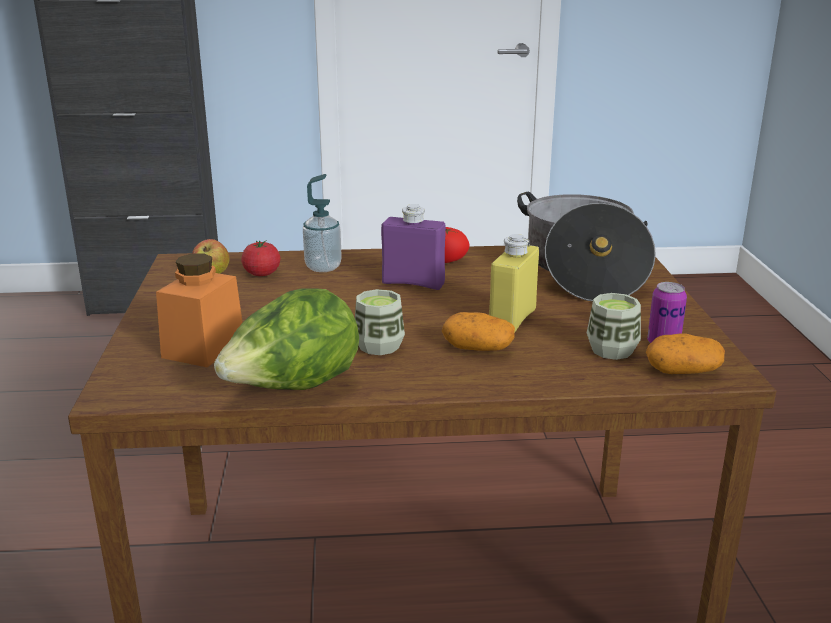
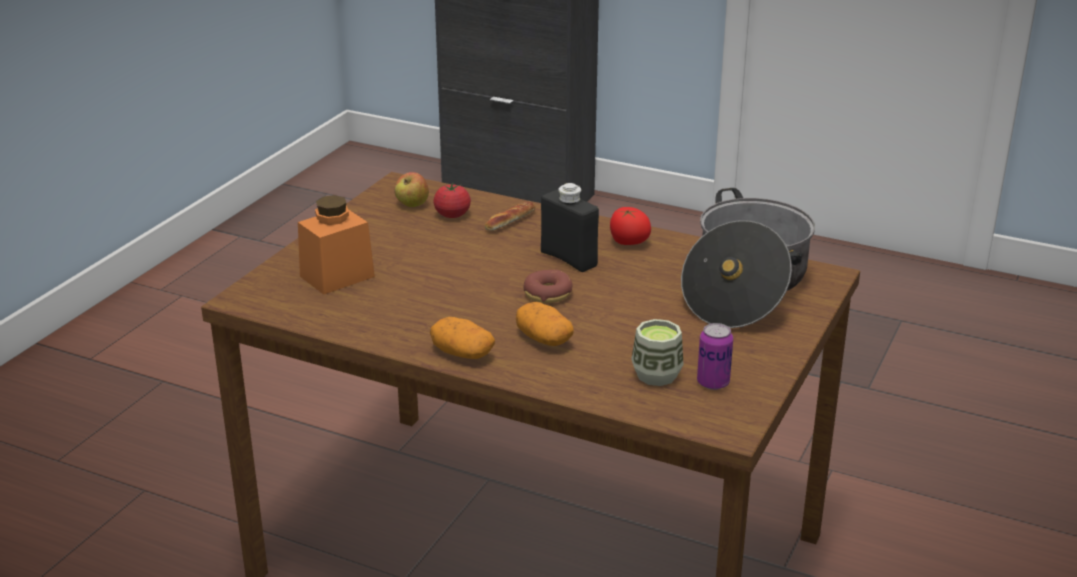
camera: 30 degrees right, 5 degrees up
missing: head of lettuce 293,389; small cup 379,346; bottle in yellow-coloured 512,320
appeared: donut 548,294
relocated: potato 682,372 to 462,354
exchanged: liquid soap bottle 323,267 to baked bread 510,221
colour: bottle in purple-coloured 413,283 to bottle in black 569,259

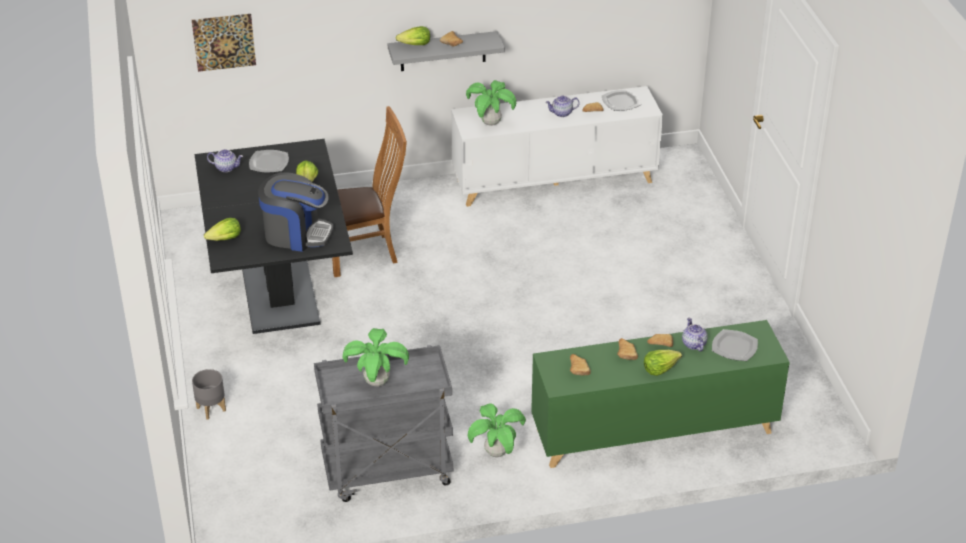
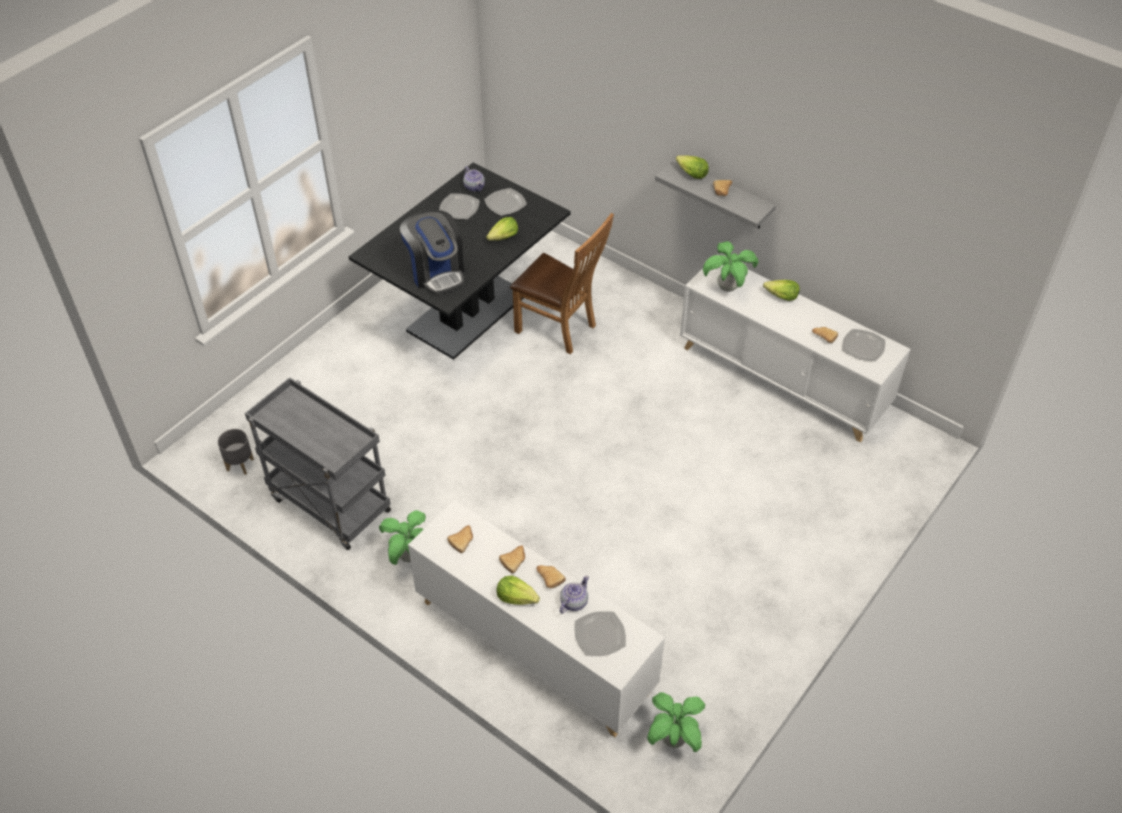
camera: 50 degrees right, 10 degrees up
missing: picture 224,42; tea pot 562,113
appeared: flat dish 459,208
relocated: flower pot in grey 211,409 to 240,464; plant in a pot 376,382 to 673,739; head of lettuce 225,239 to 781,297
colour: cabinet in green-coloured 653,431 to cabinet in white-coloured 533,646

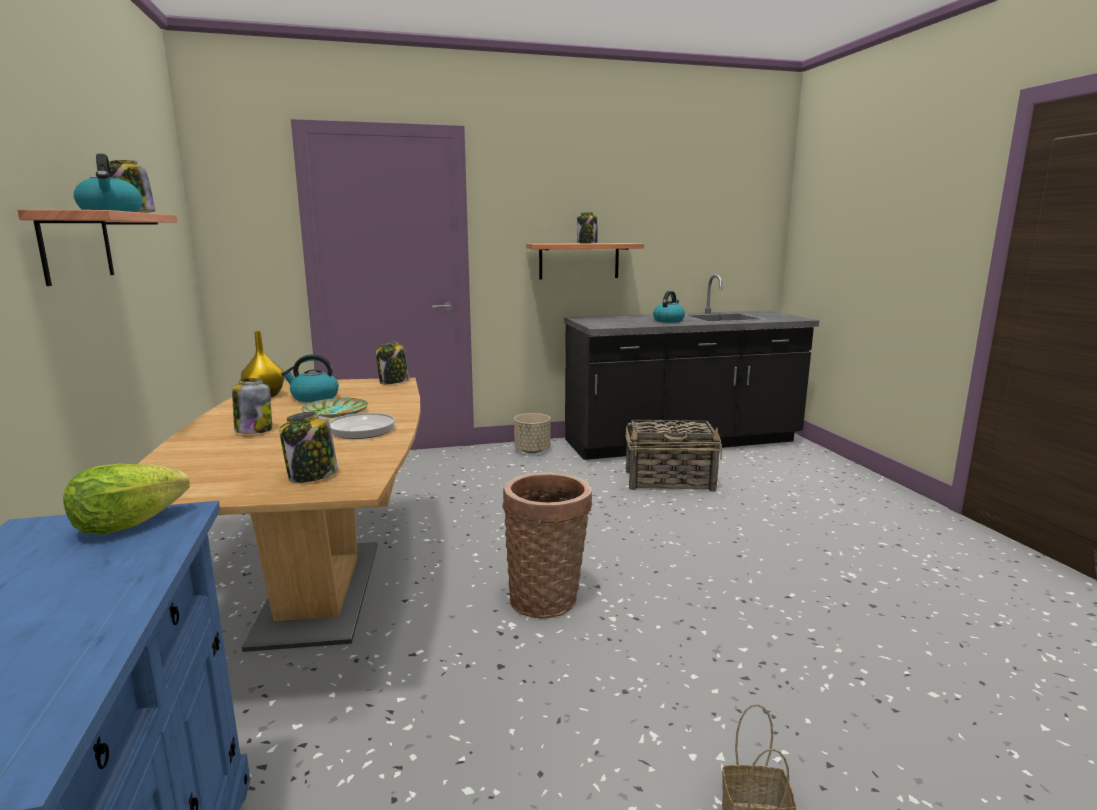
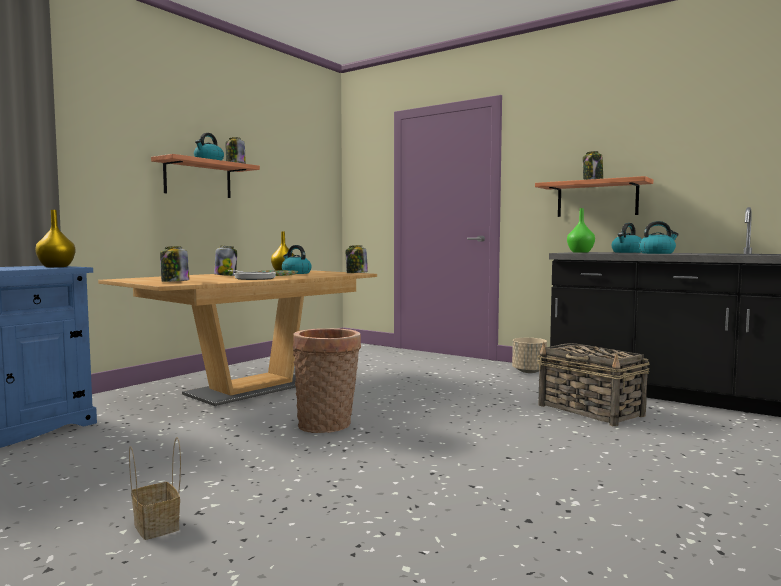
camera: 50 degrees right, 10 degrees down
appeared: flower vase in green-coloured 580,252; water kettle 627,252
exchanged: head of lettuce 127,525 to flower vase in yellow-coloured 56,266

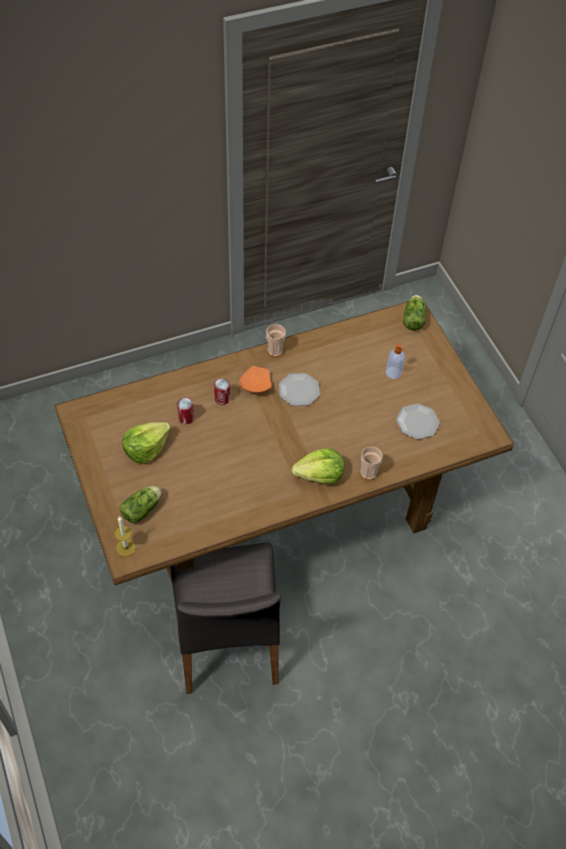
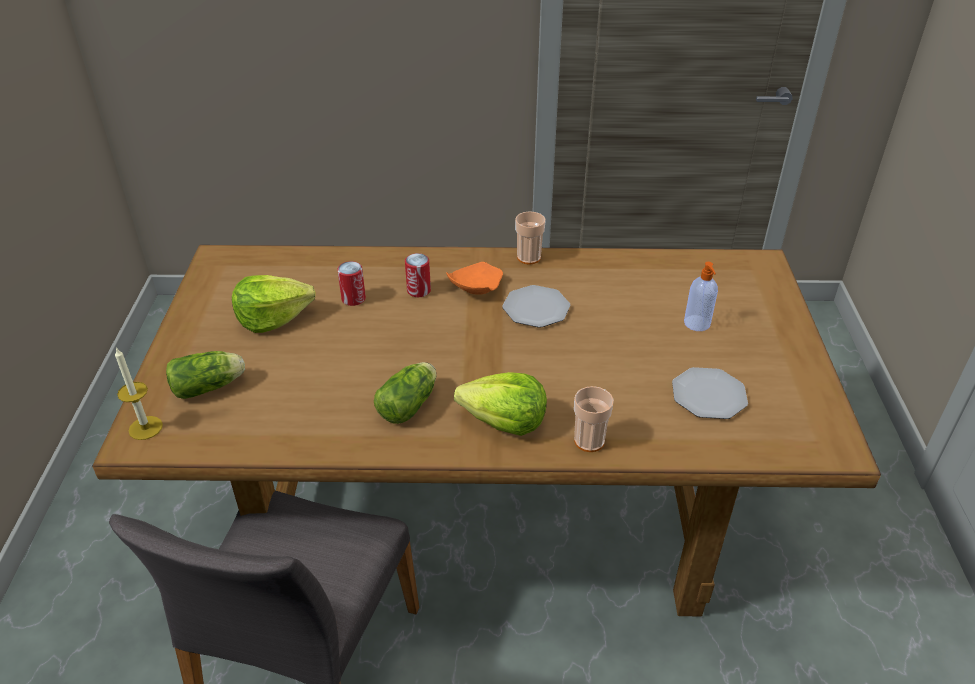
camera: 25 degrees right, 15 degrees down
relocated: head of lettuce 413,318 to 410,404

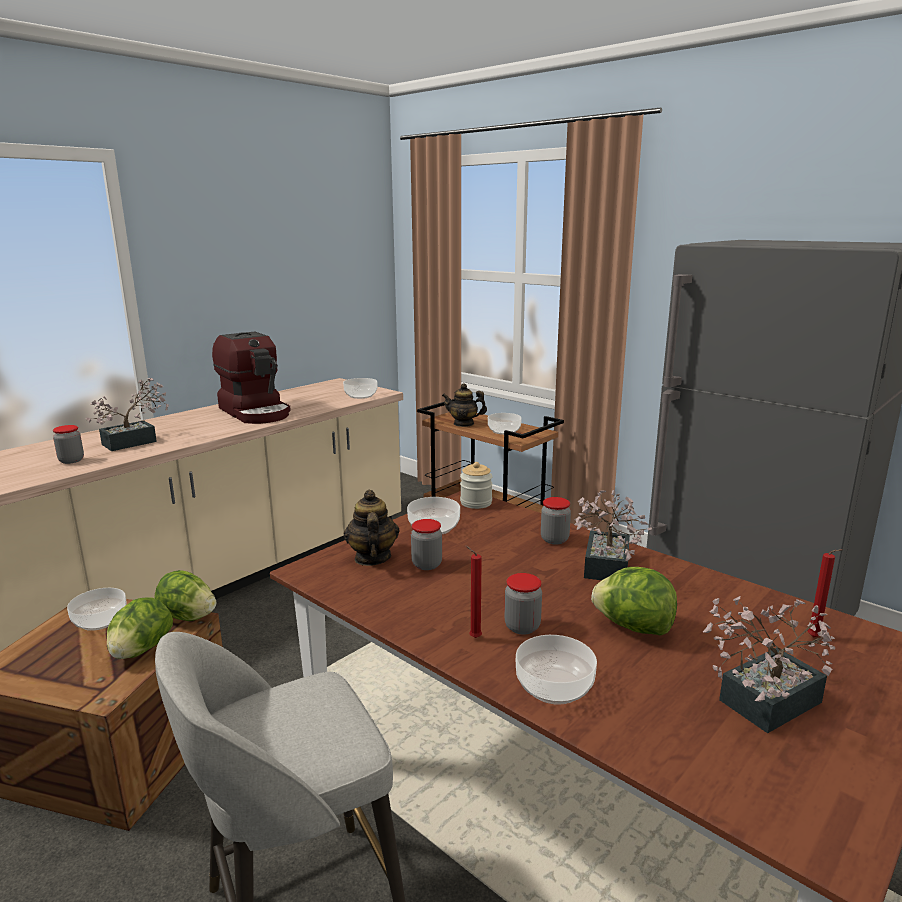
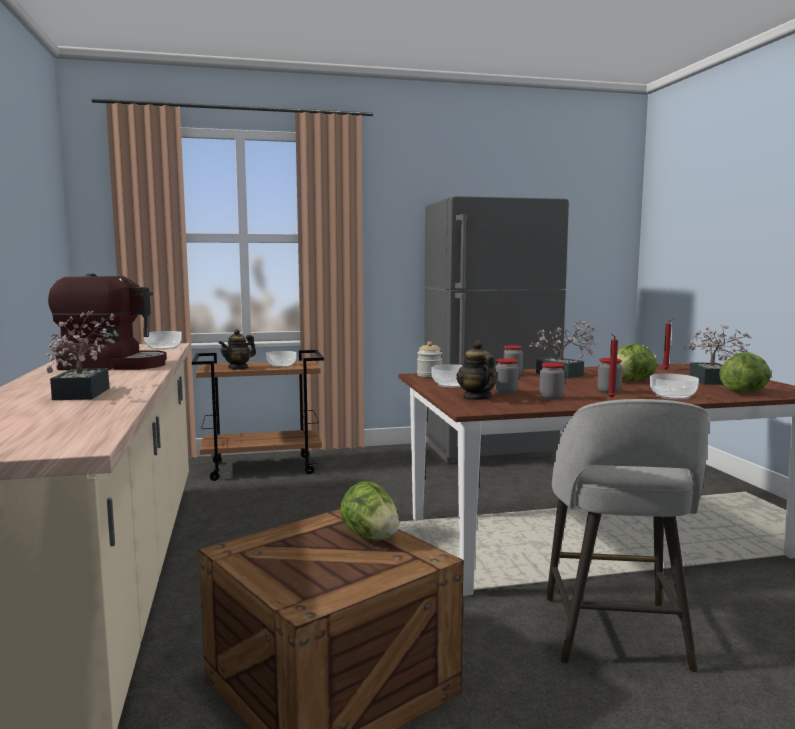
camera: 55 degrees left, 10 degrees down
missing: serving bowl 100,620
relocated: jar 71,460 to 551,398; head of lettuce 188,617 to 744,393
spun: tea pot 372,558 = 476,398 45 degrees clockwise

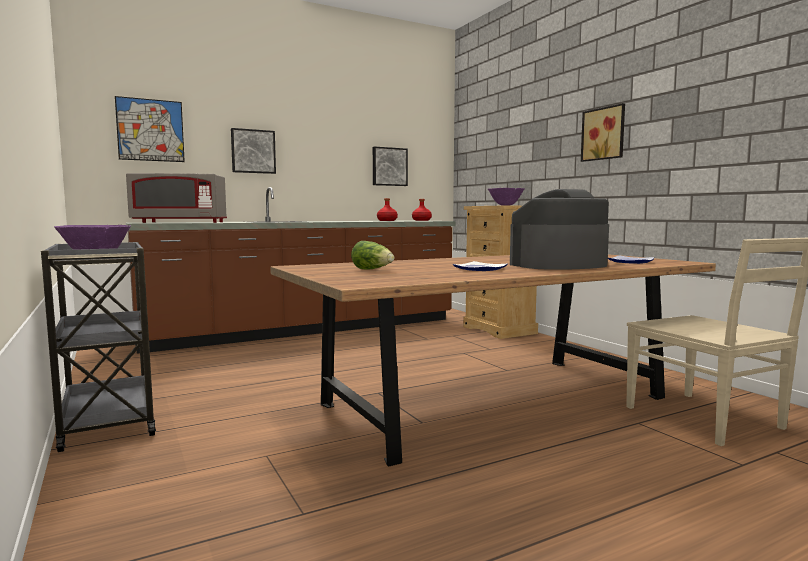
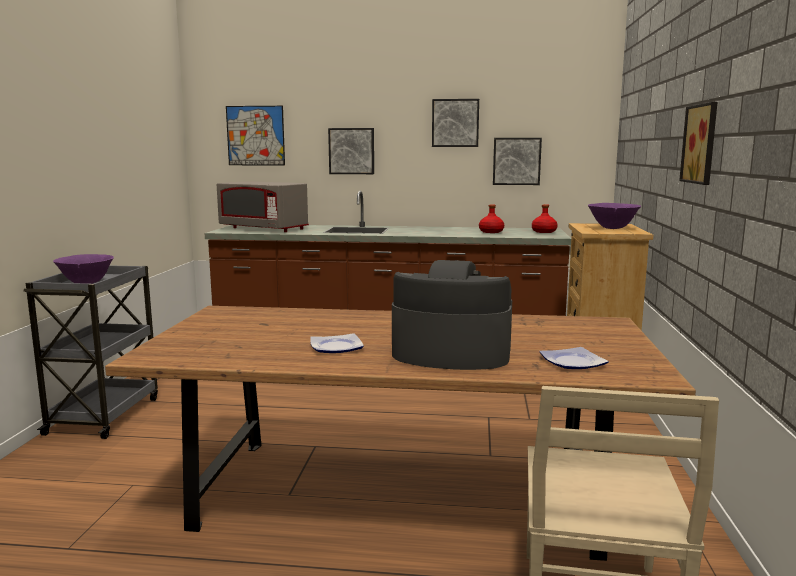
camera: 35 degrees right, 5 degrees up
missing: head of lettuce 373,270
appeared: picture 455,123

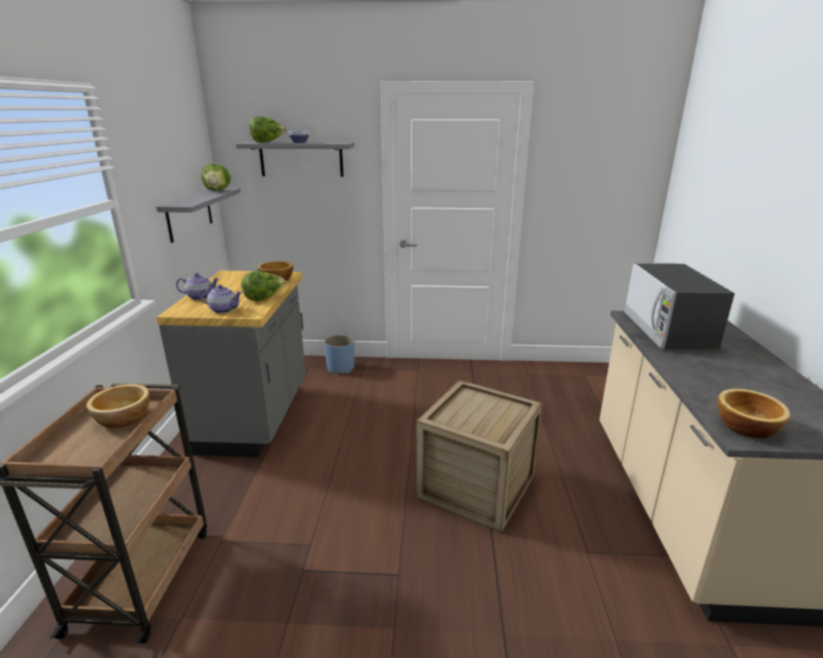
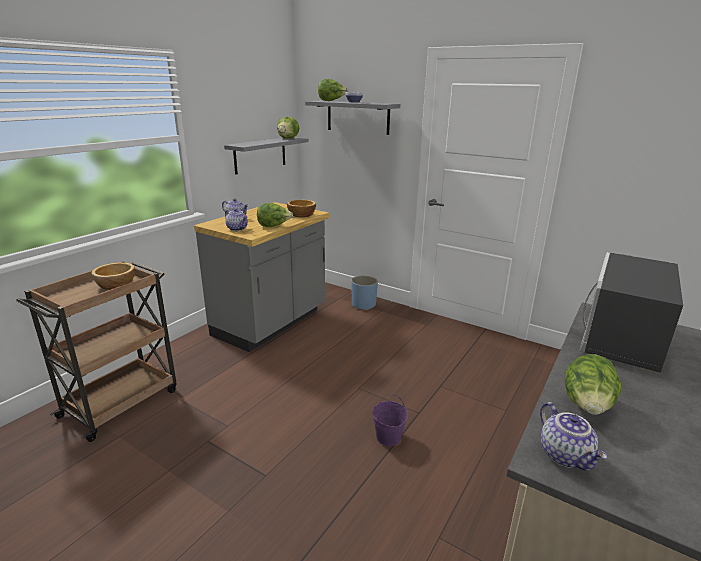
camera: 30 degrees right, 0 degrees up
appeared: head of lettuce 587,406
exchanged: shipping crate 476,486 to water bucket in purple-coloured 388,437; serving bowl 745,426 to tea pot 566,455

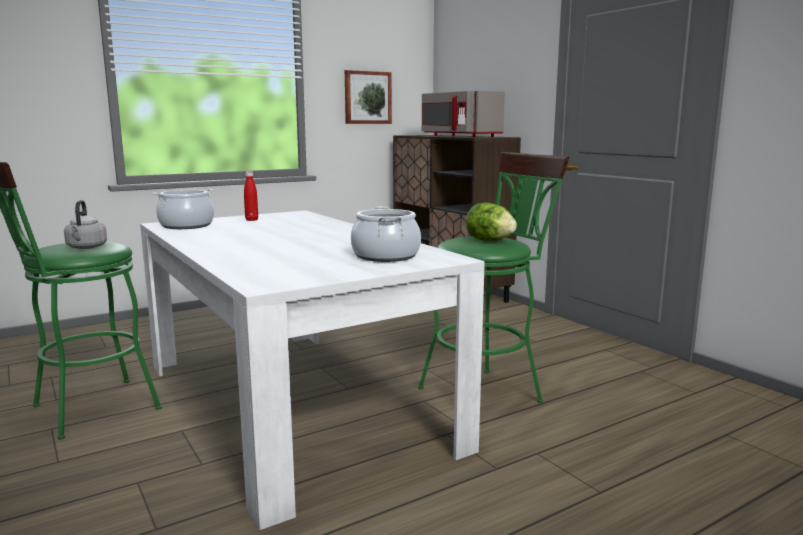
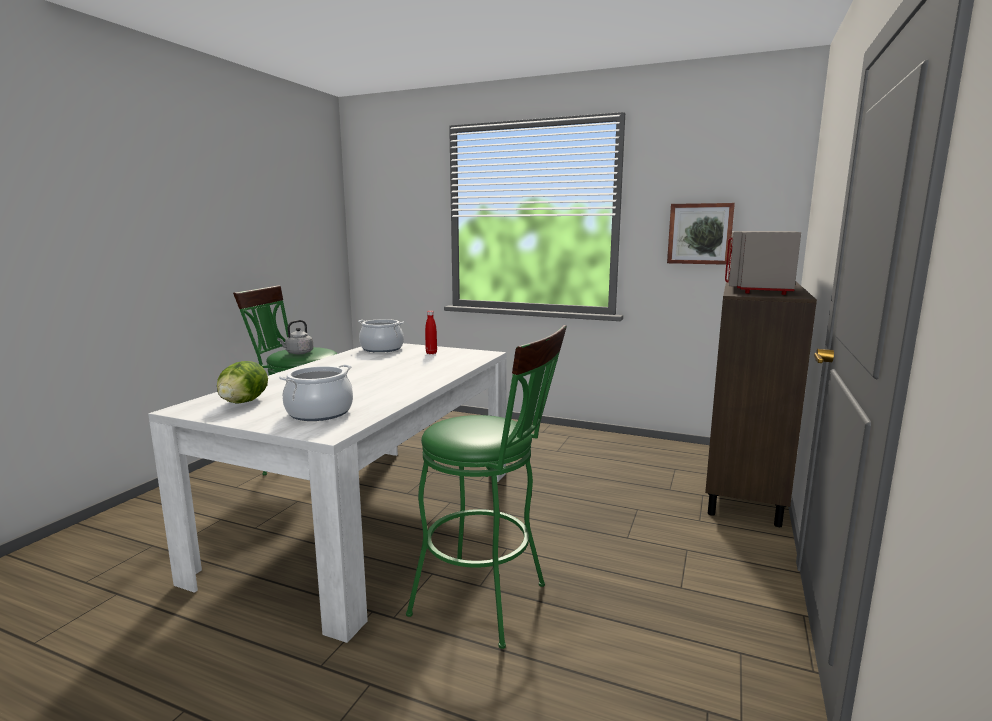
camera: 55 degrees right, 0 degrees up
relocated: head of lettuce 489,241 to 243,402

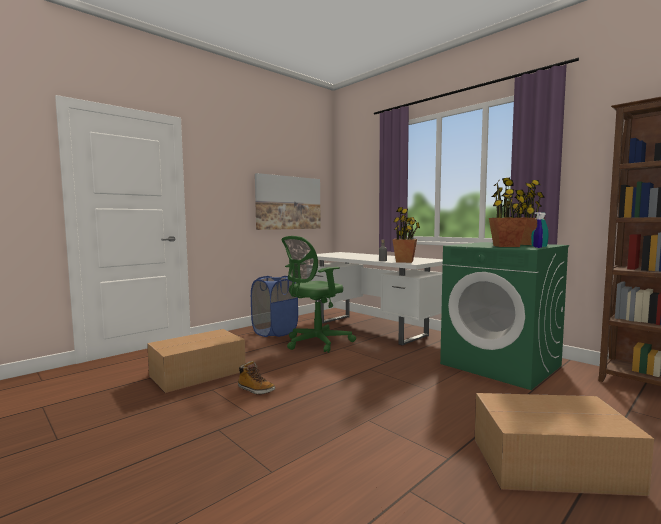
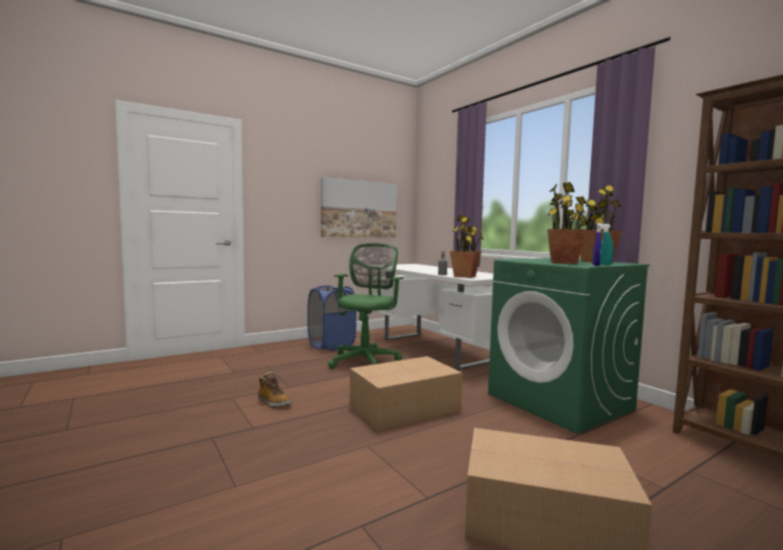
camera: 10 degrees right, 0 degrees up
relocated: packing box 199,373 to 406,408
spun: desk chair in green-coloured 315,343 = 365,360 135 degrees clockwise

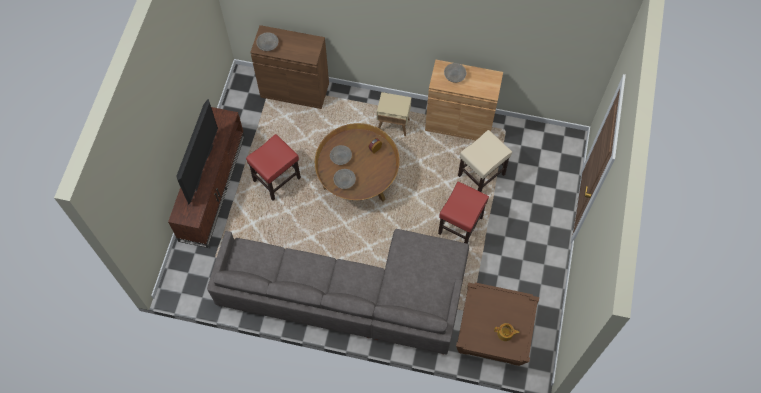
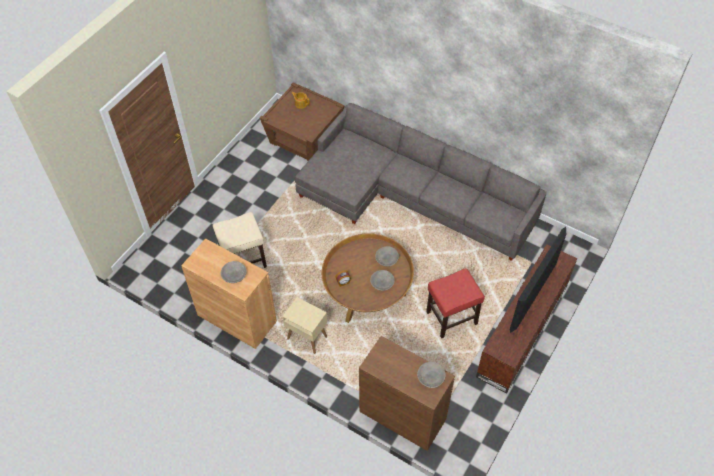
camera: 160 degrees left, 10 degrees down
missing: stool in red-coloured 460,226

